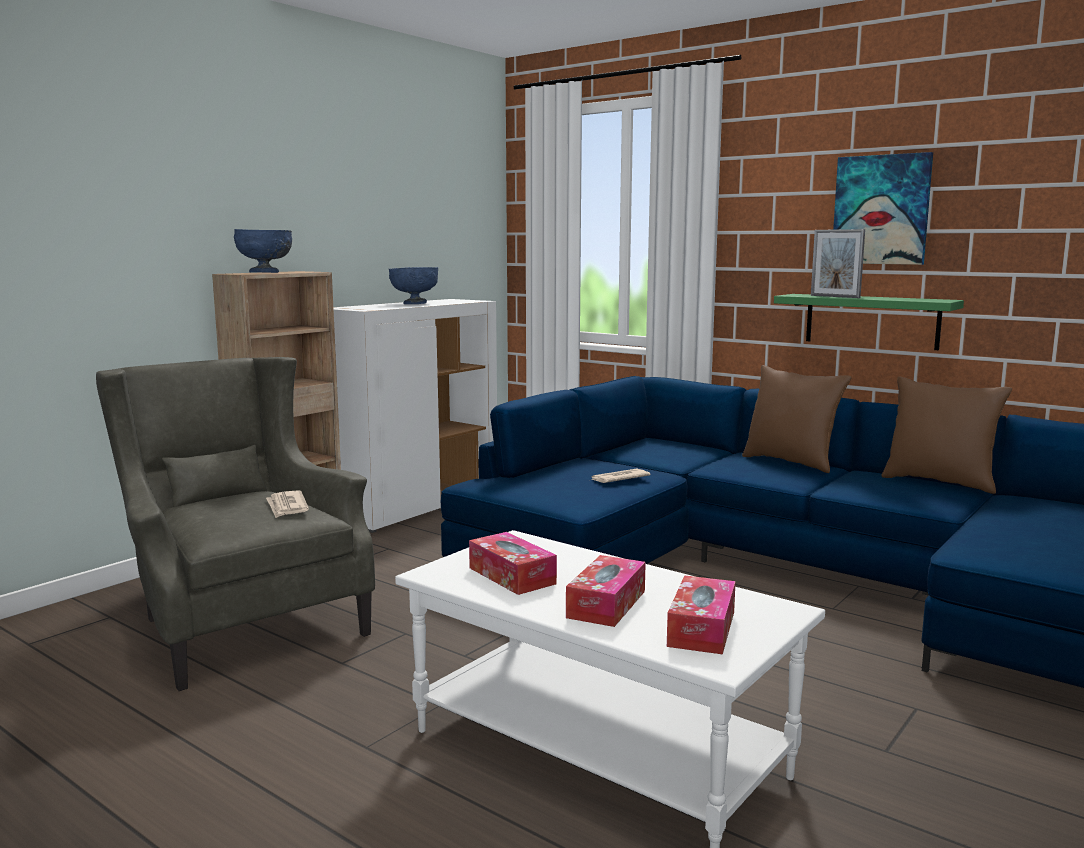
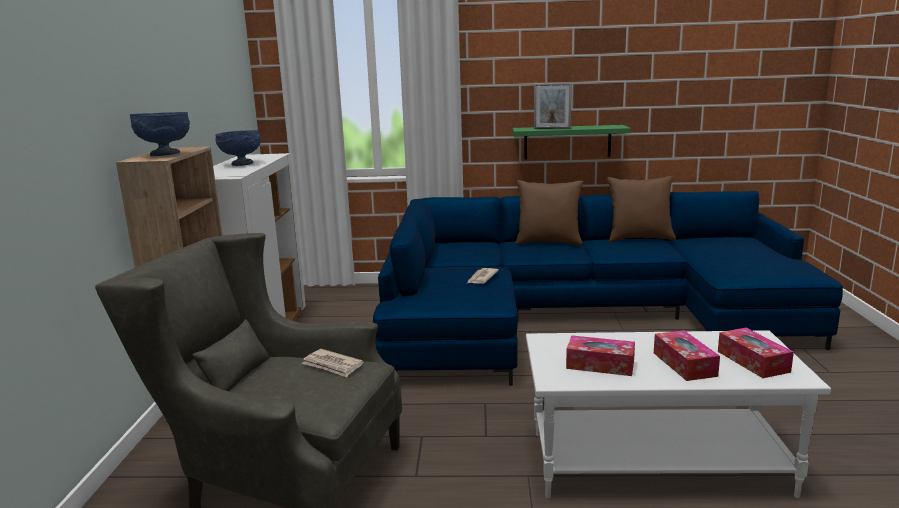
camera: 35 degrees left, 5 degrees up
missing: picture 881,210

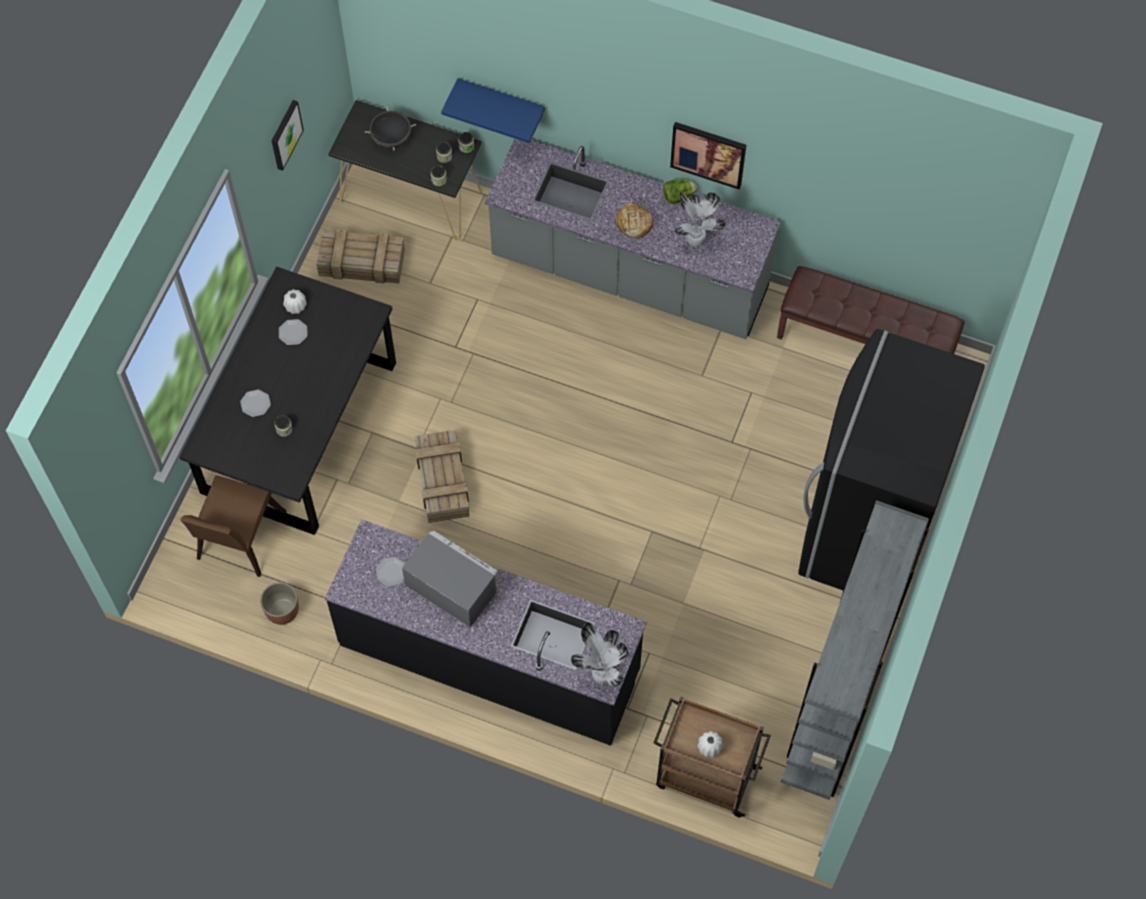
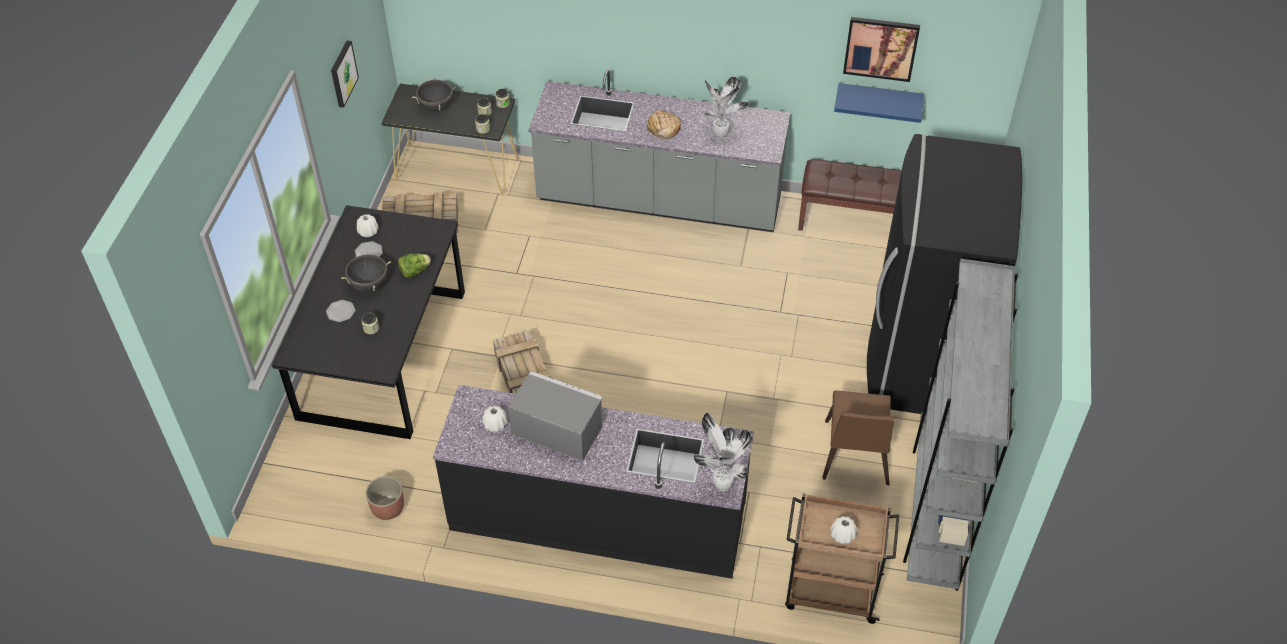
camera: 10 degrees left, 15 degrees down
appeared: stockpot in black 369,284
relocated: head of lettuce 678,196 to 414,271; plain chair in brown-coloured 238,540 to 854,457; shelf in bluish 501,101 to 879,100; picture 708,153 to 881,48
exchanged: flat dish 391,572 to flower vase in white-coloured 495,425

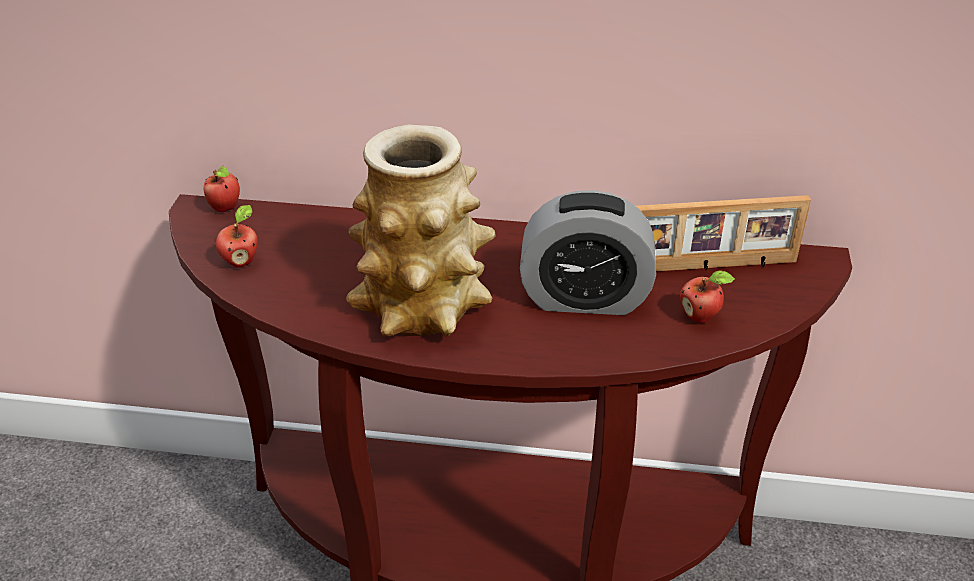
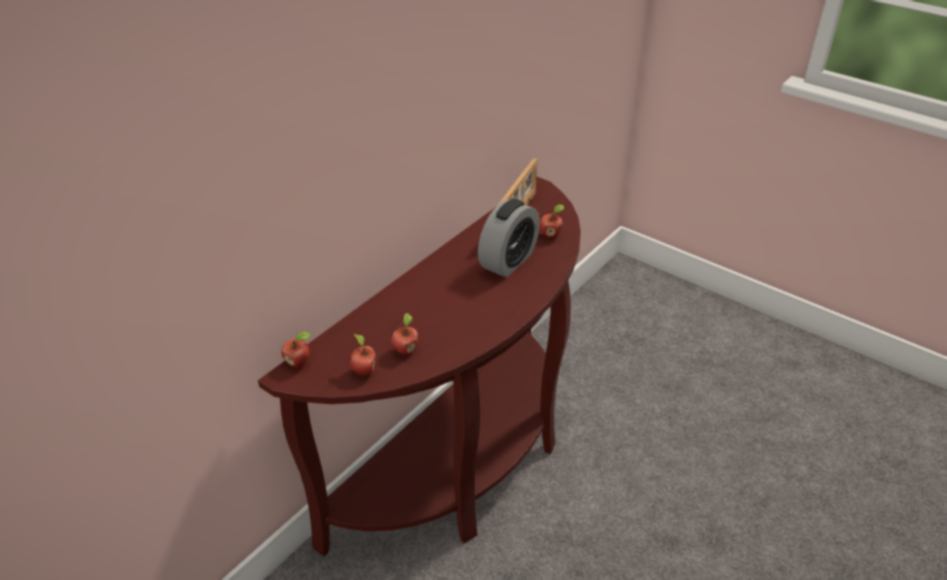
camera: 60 degrees left, 0 degrees up
missing: flower vase 424,306
appeared: apple 405,350

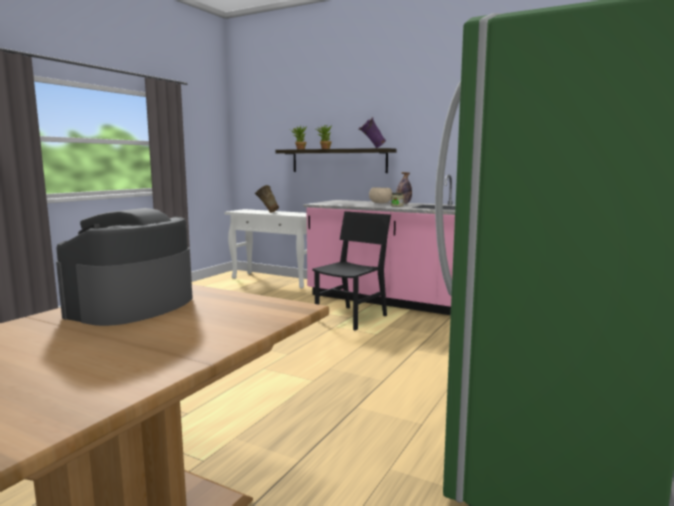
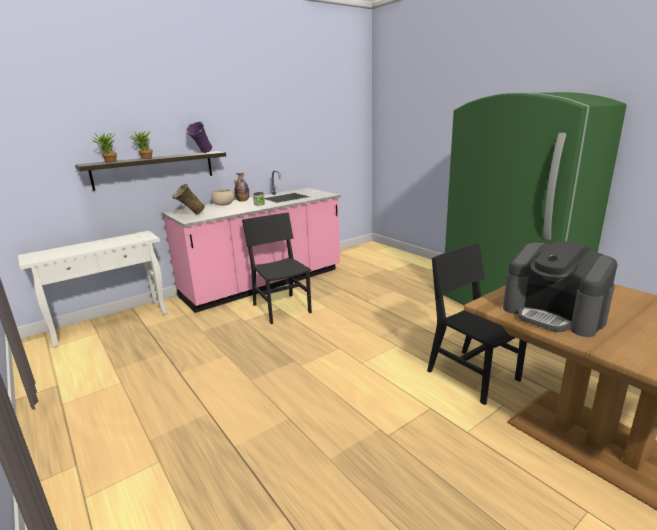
camera: 65 degrees left, 10 degrees up
appeared: plain chair in black 473,375
relocated: flower vase in beige 267,212 to 190,215

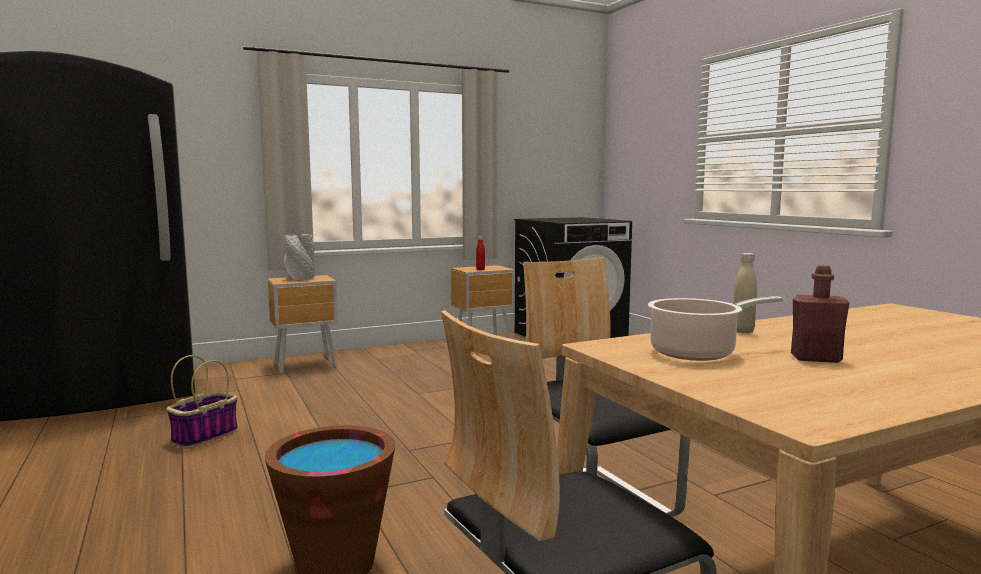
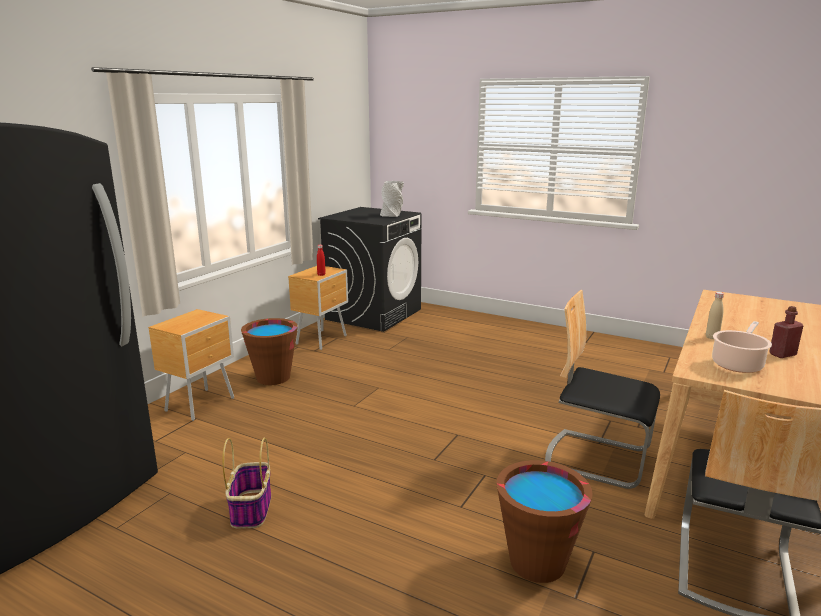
camera: 35 degrees left, 10 degrees up
appeared: water bucket in brown-coloured 273,378
relocated: flower vase in grey 300,278 to 392,215

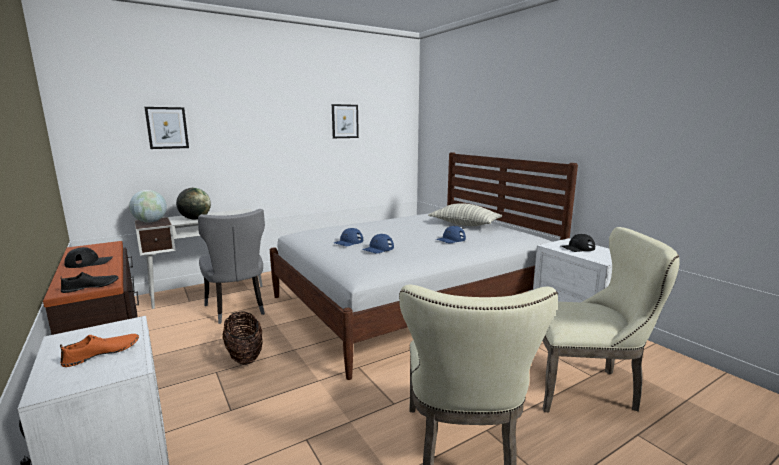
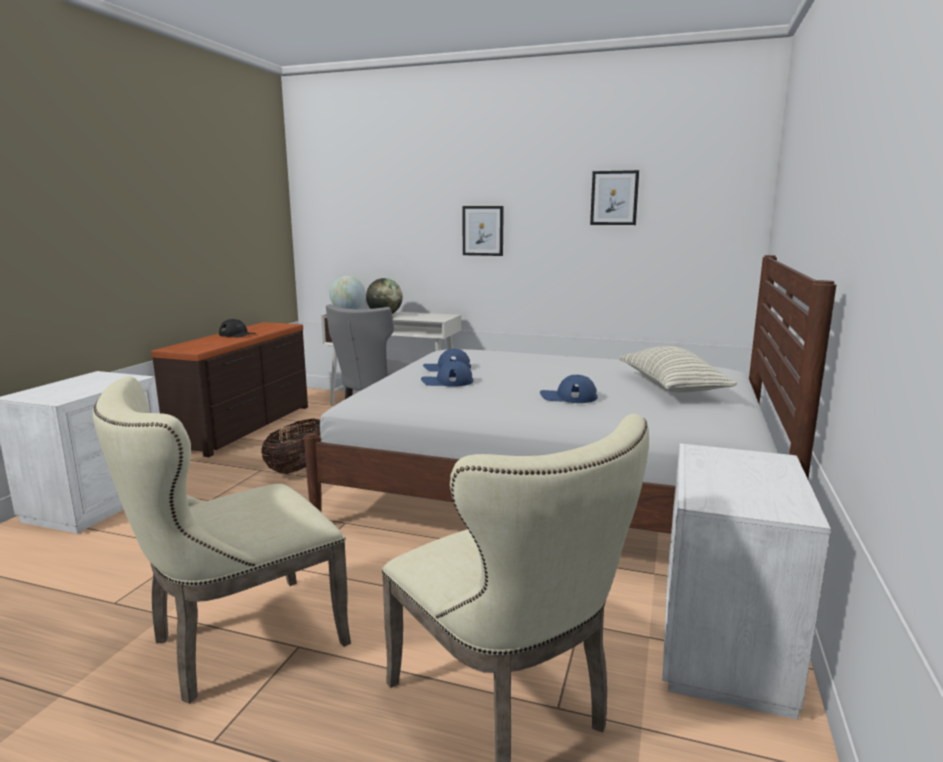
camera: 50 degrees right, 0 degrees up
missing: low shoe in black 91,287; low shoe in orangey 102,354; peaked cap in black 577,248
relocated: picture 167,128 to 483,231

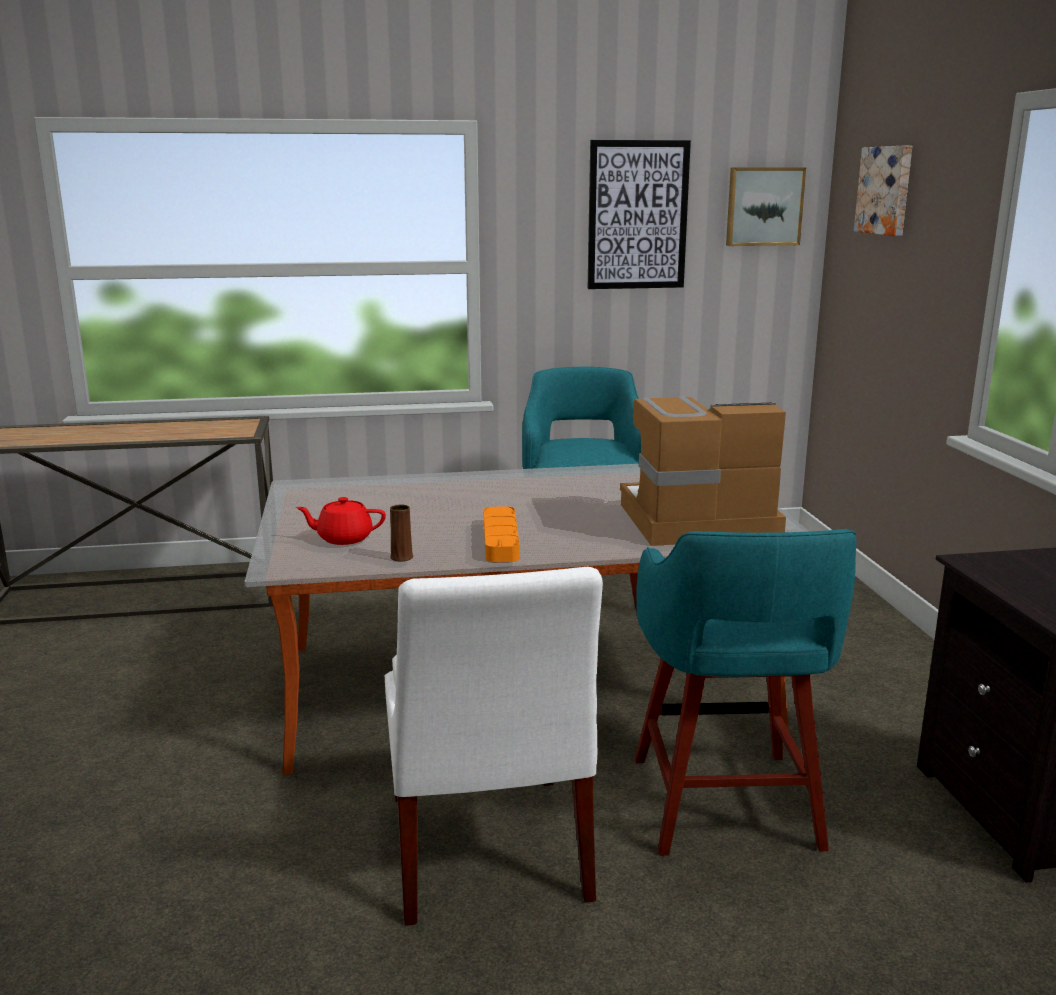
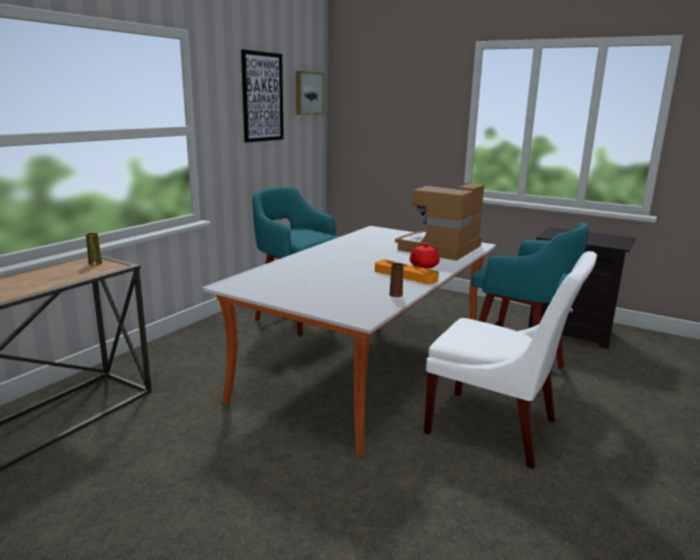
camera: 50 degrees left, 0 degrees up
missing: picture 886,190
appeared: flower vase in yellow-coloured 95,263
relocated: tea pot in red-coloured 343,538 to 423,266

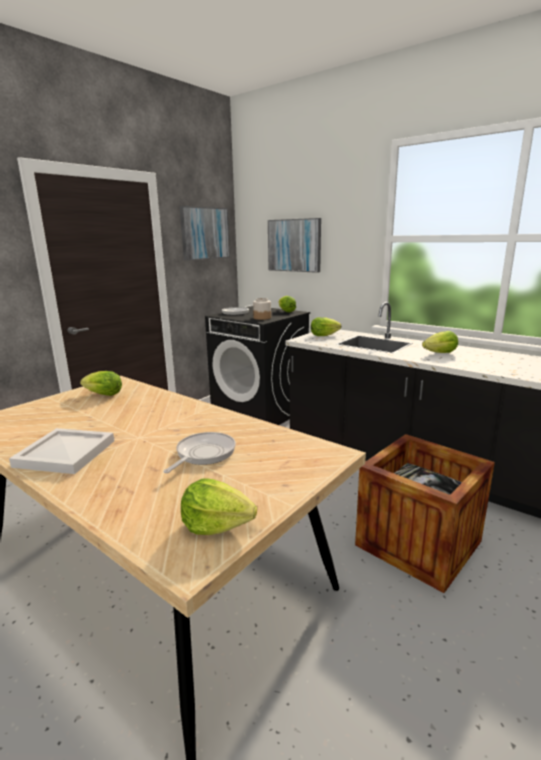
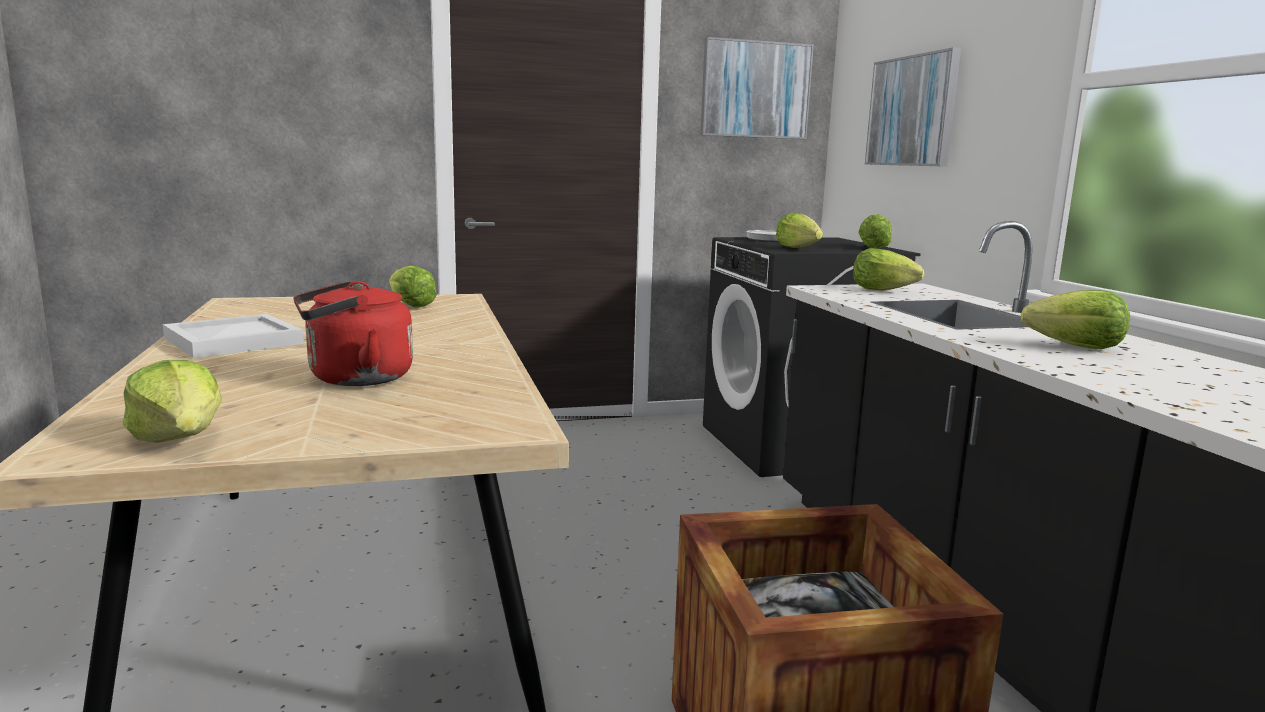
camera: 35 degrees right, 5 degrees down
exchanged: frying pan 203,454 to water kettle in red-coloured 354,379; jar 262,318 to head of lettuce 797,248

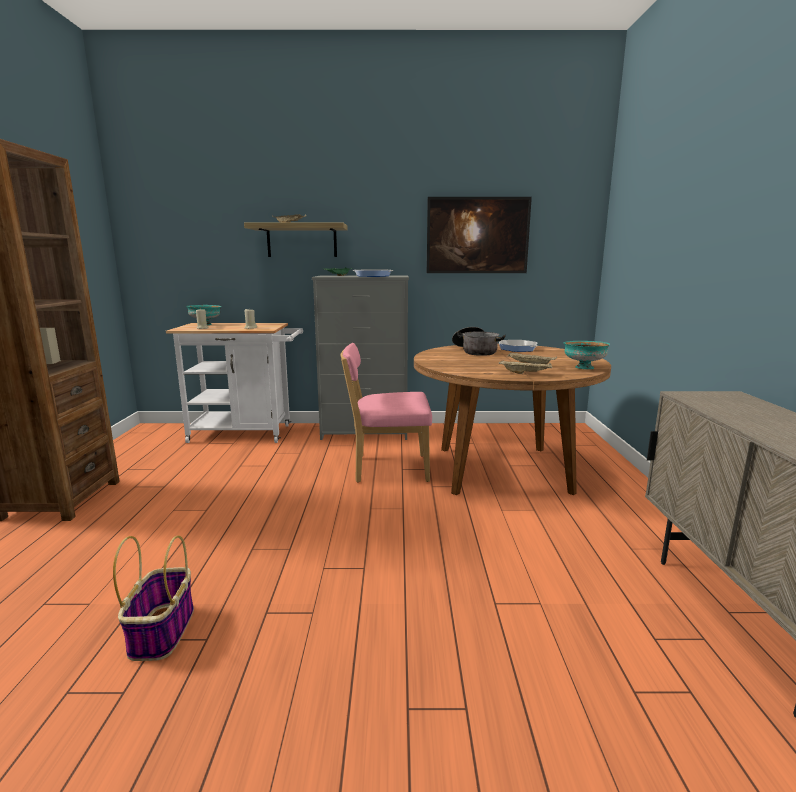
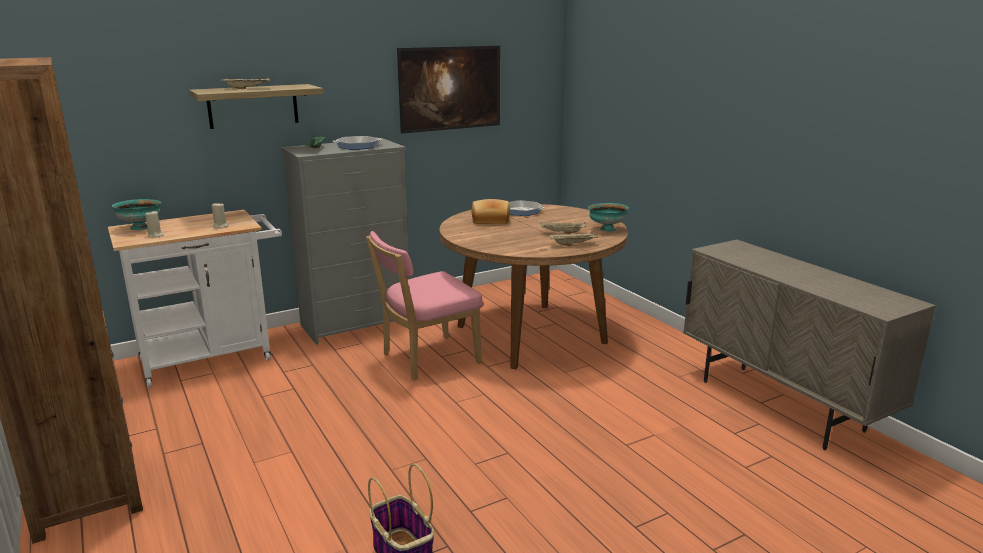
camera: 30 degrees left, 5 degrees up
exchanged: stockpot 475,351 to baked bread 490,221

